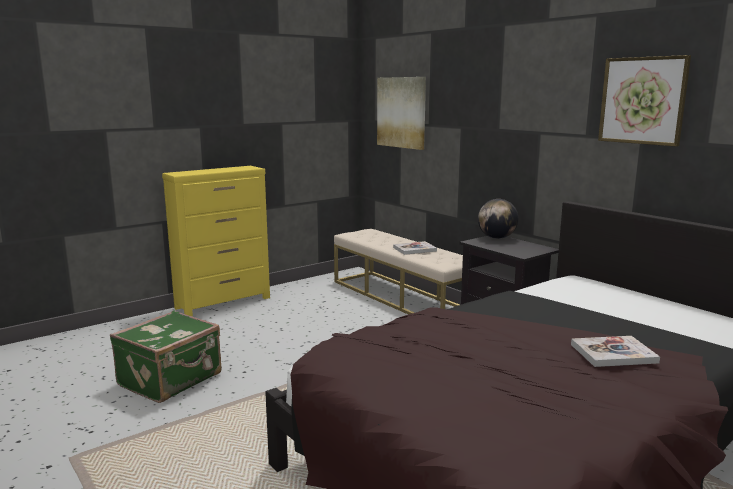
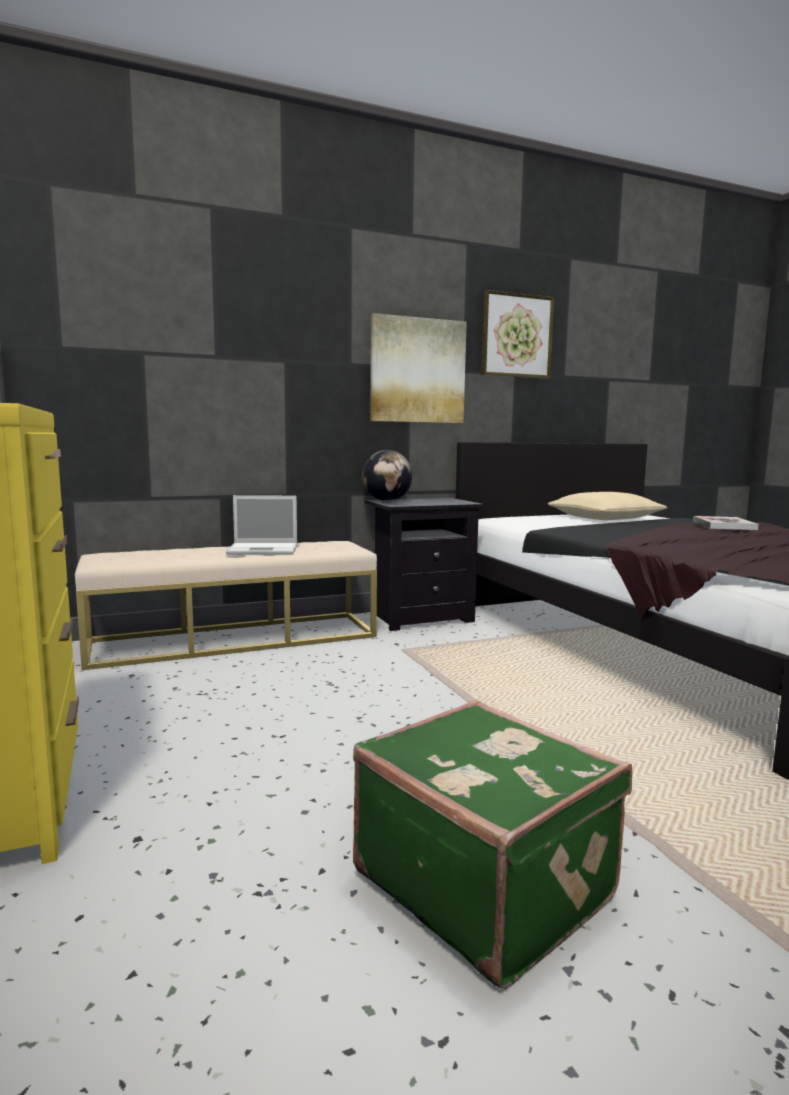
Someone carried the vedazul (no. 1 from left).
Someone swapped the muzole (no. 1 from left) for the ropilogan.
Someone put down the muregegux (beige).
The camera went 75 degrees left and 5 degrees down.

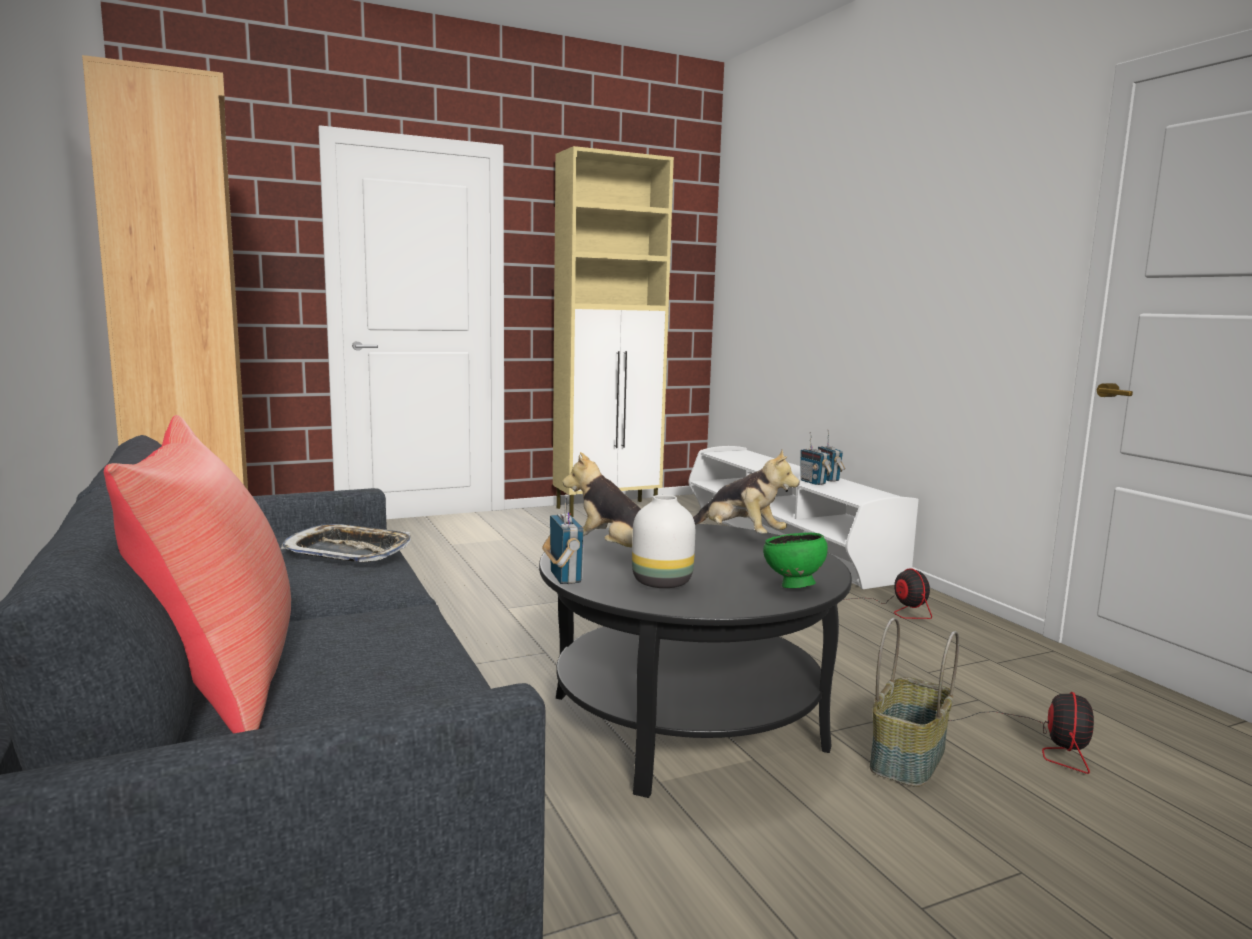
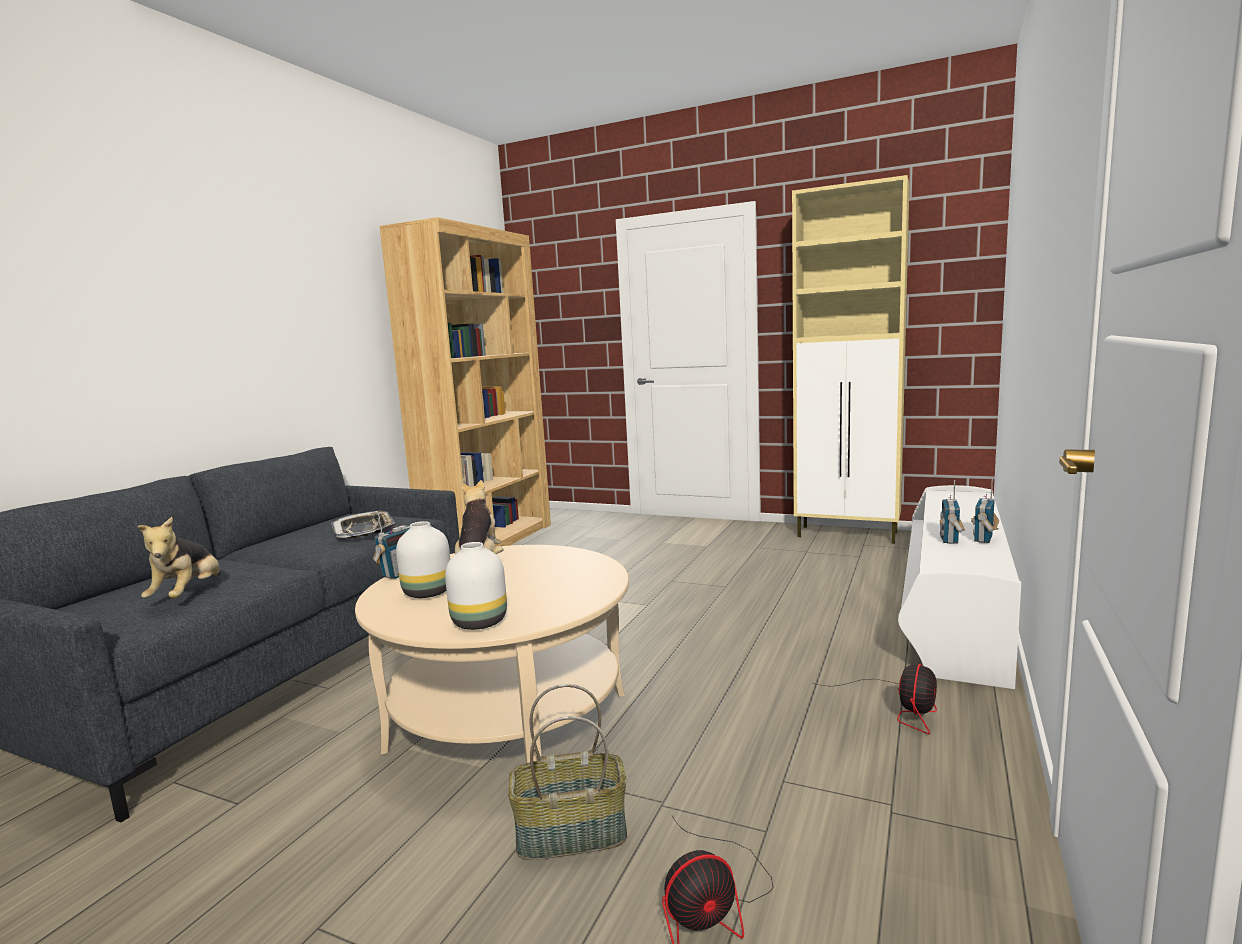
Someone took away the muregegux (red).
Someone carried the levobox (no. 2 from left in the first image).
Someone repainted the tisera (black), which became the tisera (beige).
Someone swapped the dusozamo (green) for the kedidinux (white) (no. 2 from left).
The camera went 50 degrees right and 0 degrees up.

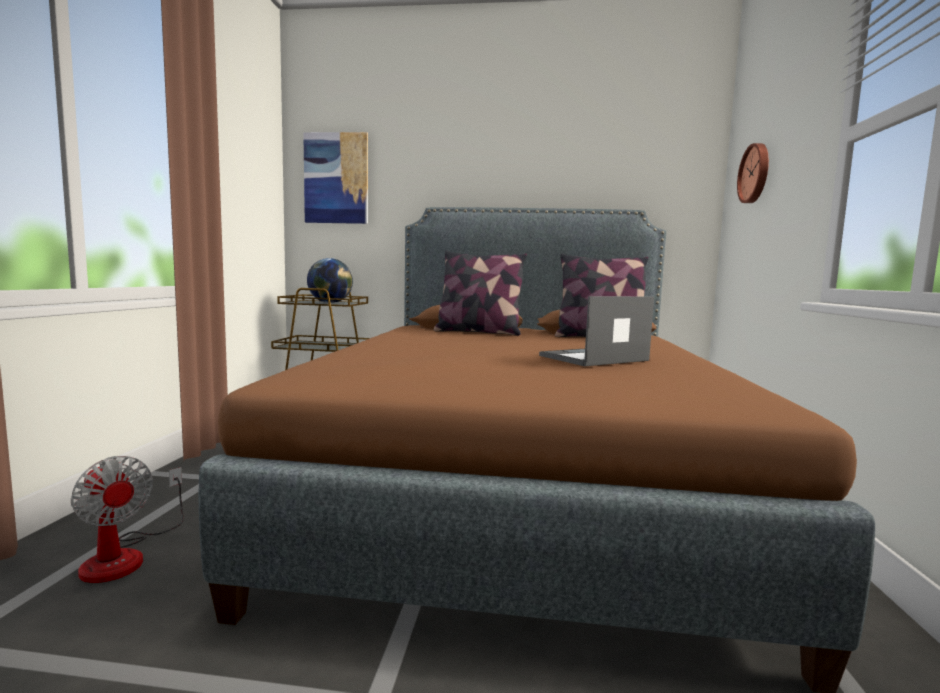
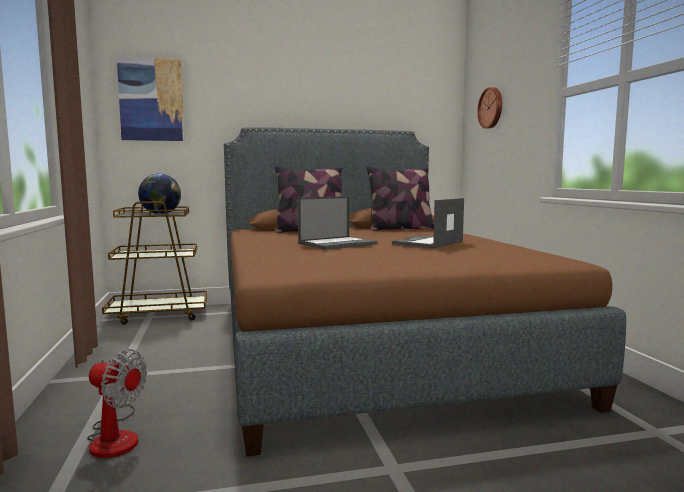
Someone put down the ropilogan (no. 1 from left).
The camera went 20 degrees left and 0 degrees up.

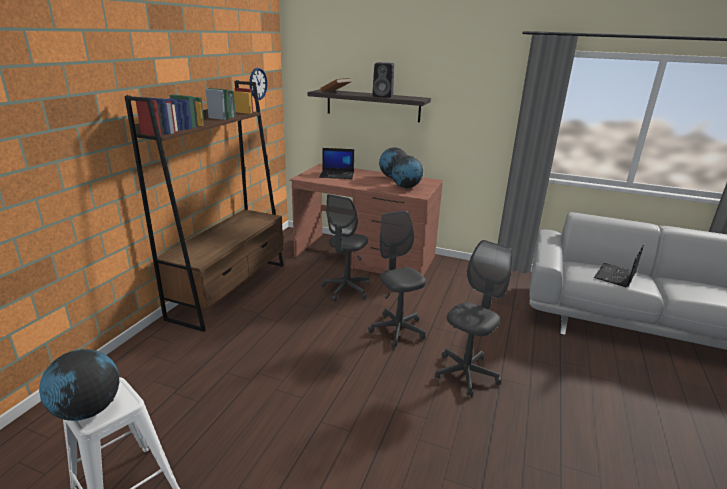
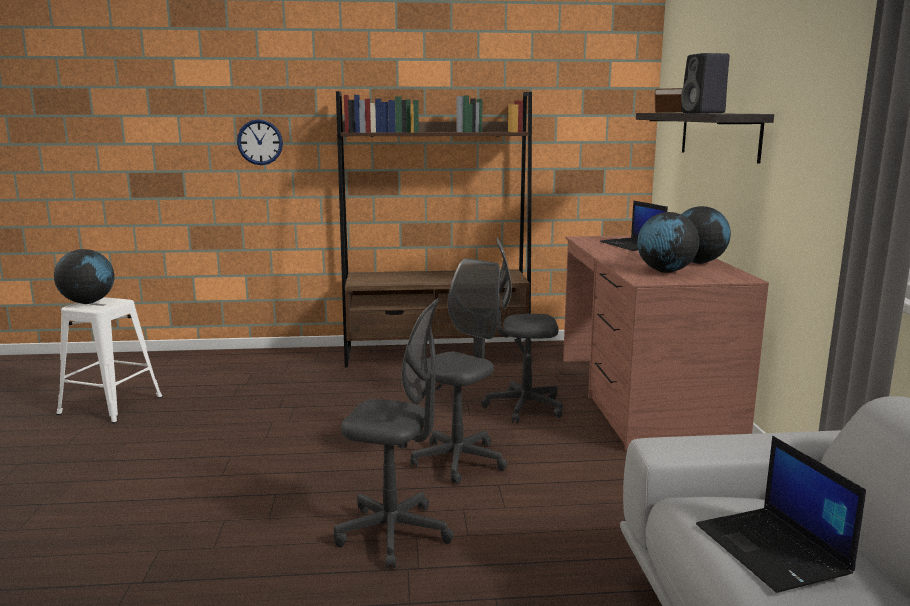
Someone carried the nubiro.
Someone rotated the ropilogan (no. 2 from left) by 120 degrees counterclockwise.
The camera went 65 degrees right and 10 degrees down.

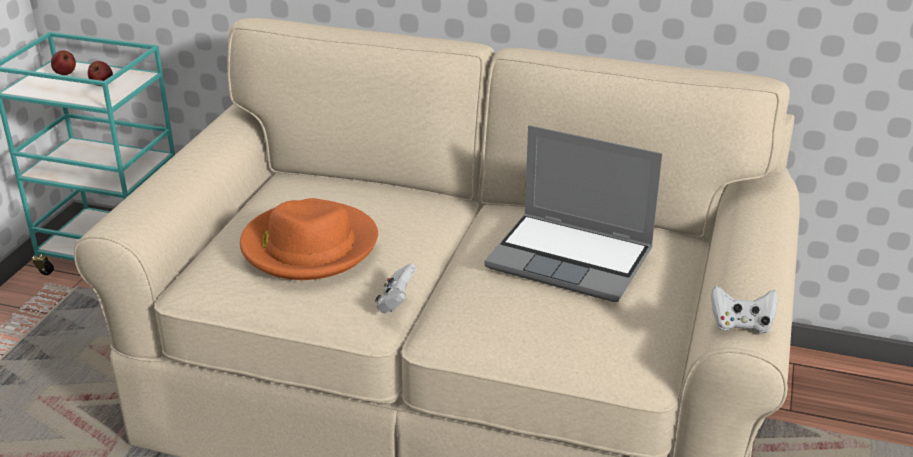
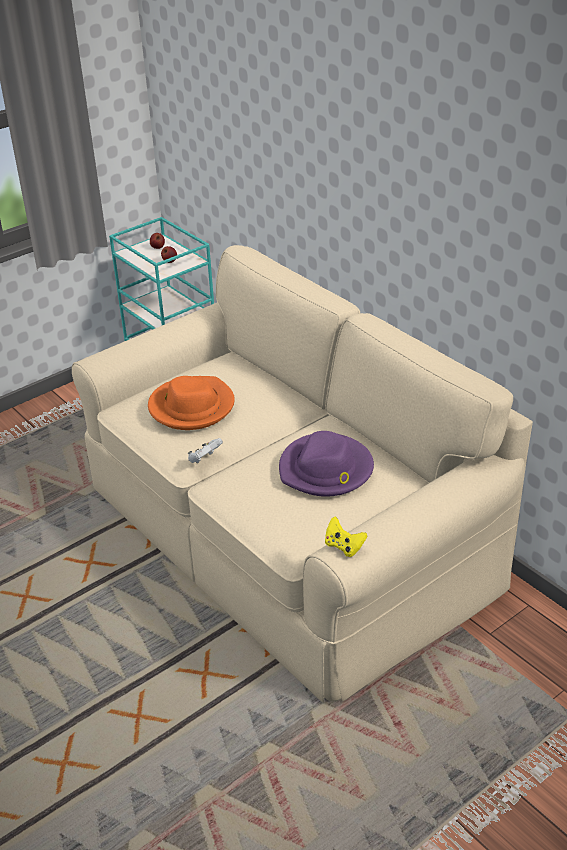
Someone swapped the ropilogan for the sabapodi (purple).
Someone repainted the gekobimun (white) (no. 2 from left), which became the gekobimun (yellow).
The camera went 35 degrees right and 5 degrees up.

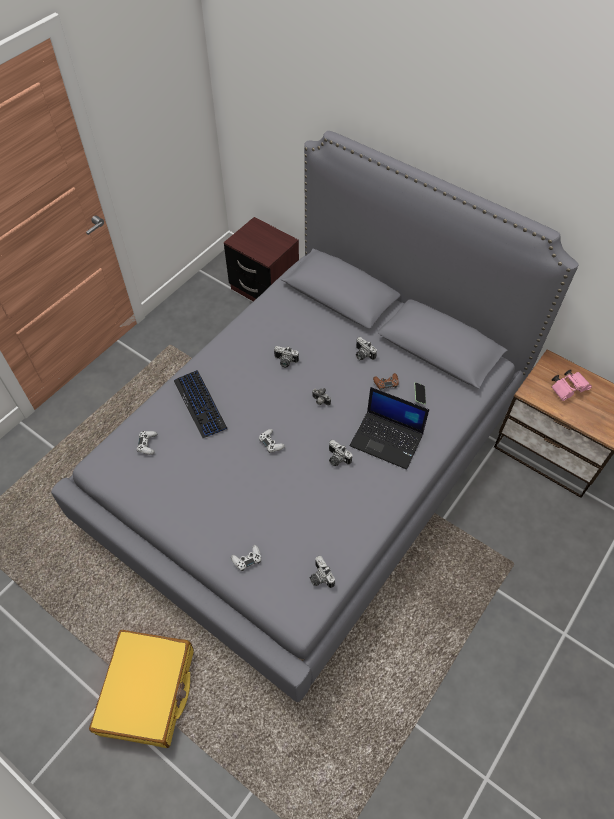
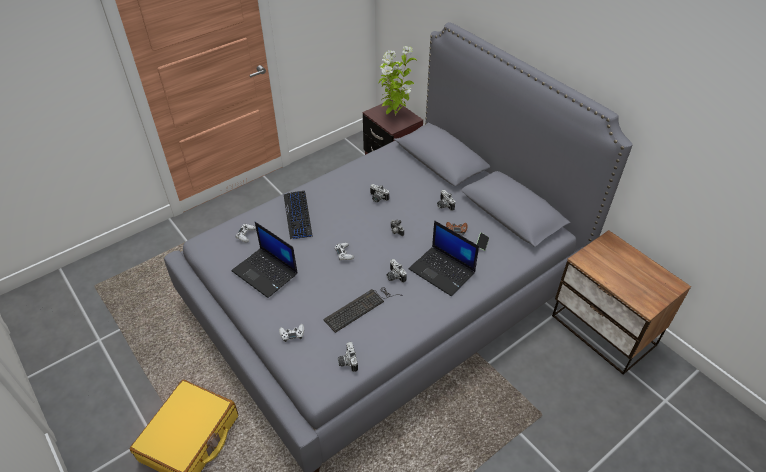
Someone took away the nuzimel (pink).
Someone put down the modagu.
Someone put down the ropilogan (no. 1 from left).
Someone put down the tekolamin (no. 2 from left).
The camera went 15 degrees right and 10 degrees down.

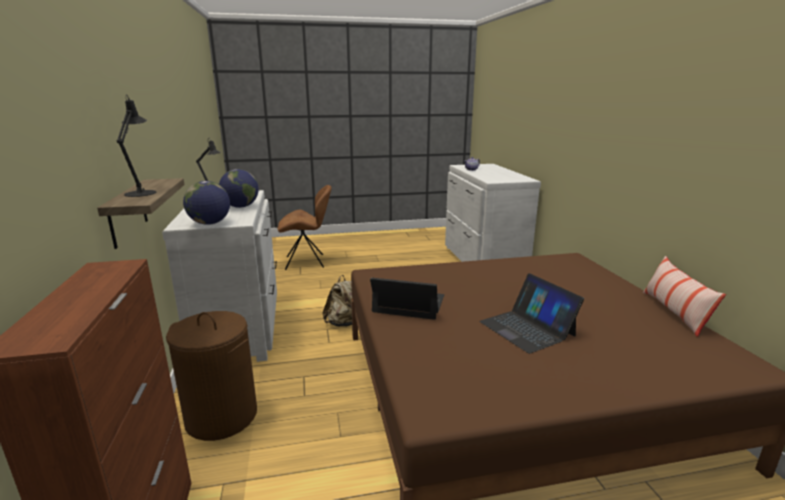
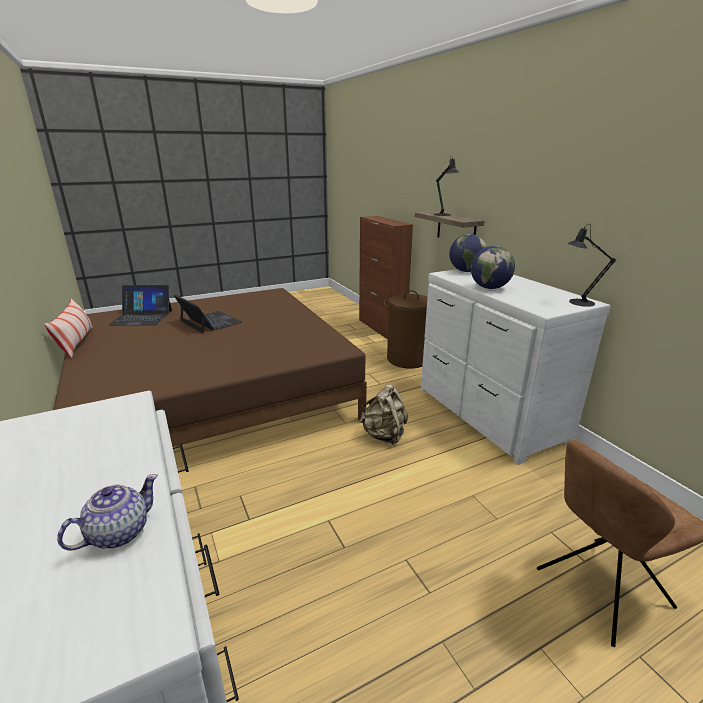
Someone carried the ropilogan (no. 1 from left).
The camera went 165 degrees right and 5 degrees up.

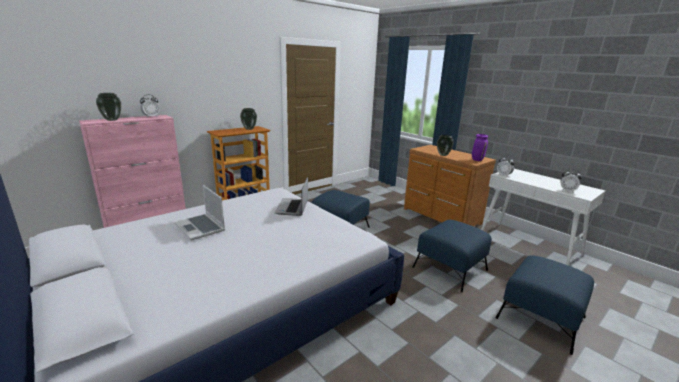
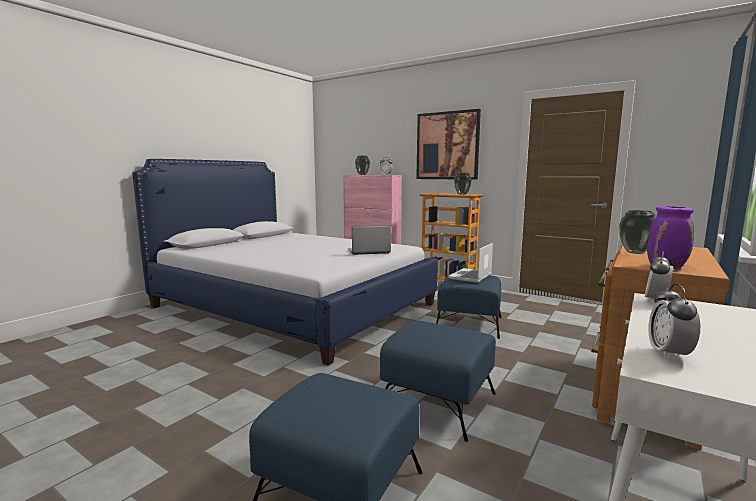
Someone carried the ropilogan (no. 1 from left in the first image).
Someone put up the vedazul.
The camera went 75 degrees right and 10 degrees down.

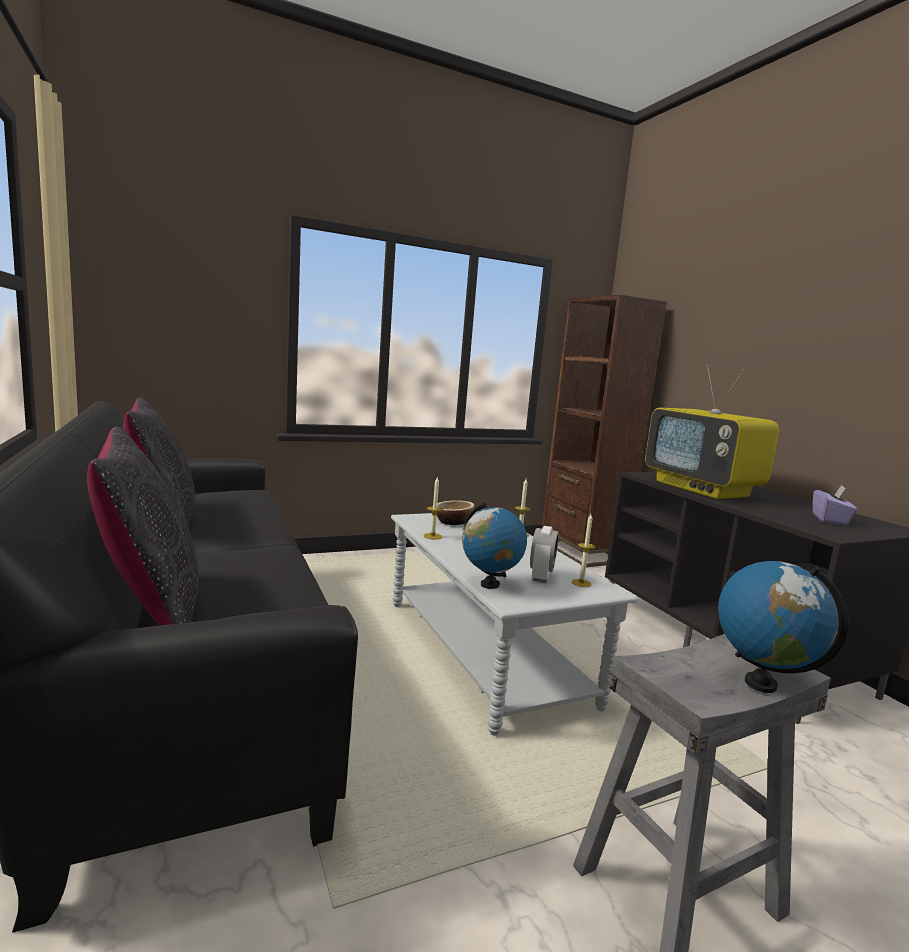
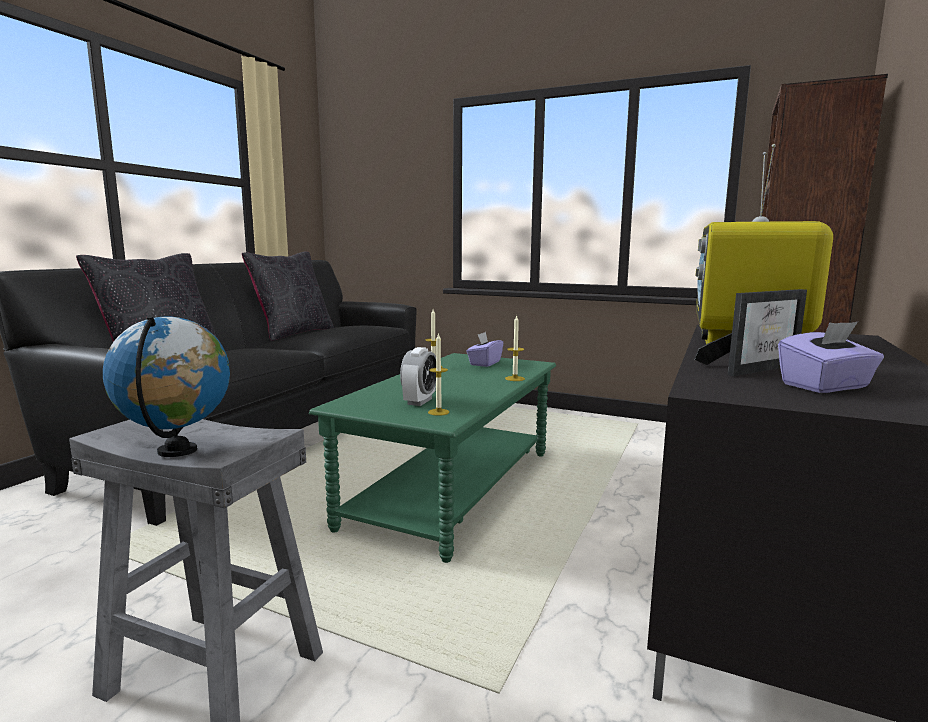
Someone swapped the dusozamo for the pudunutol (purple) (no. 1 from left).
Someone took away the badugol (no. 1 from left).
Someone repainted the tisera (grey), which became the tisera (green).
Someone rotated the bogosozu by 45 degrees counterclockwise.
Someone put down the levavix.
The camera went 50 degrees right and 0 degrees up.

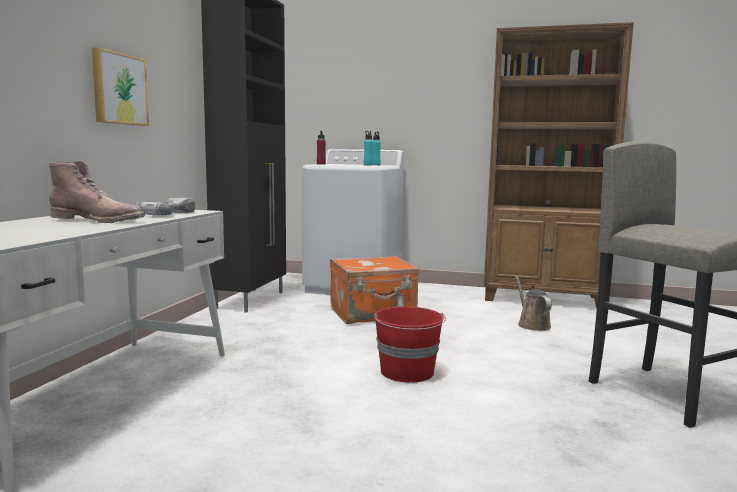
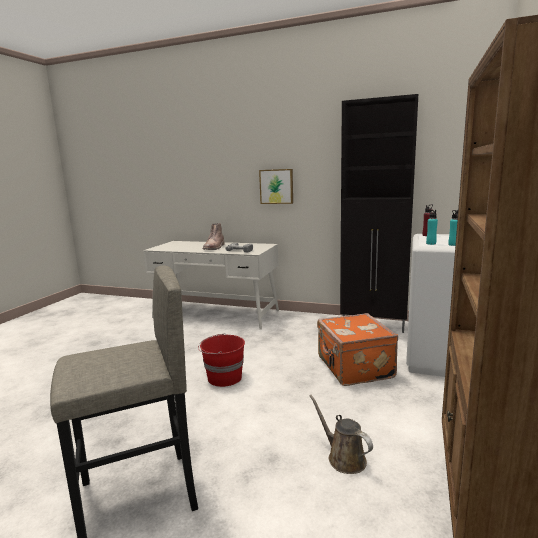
Someone rotated the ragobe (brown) by 120 degrees counterclockwise.
The camera went 95 degrees right and 5 degrees up.

